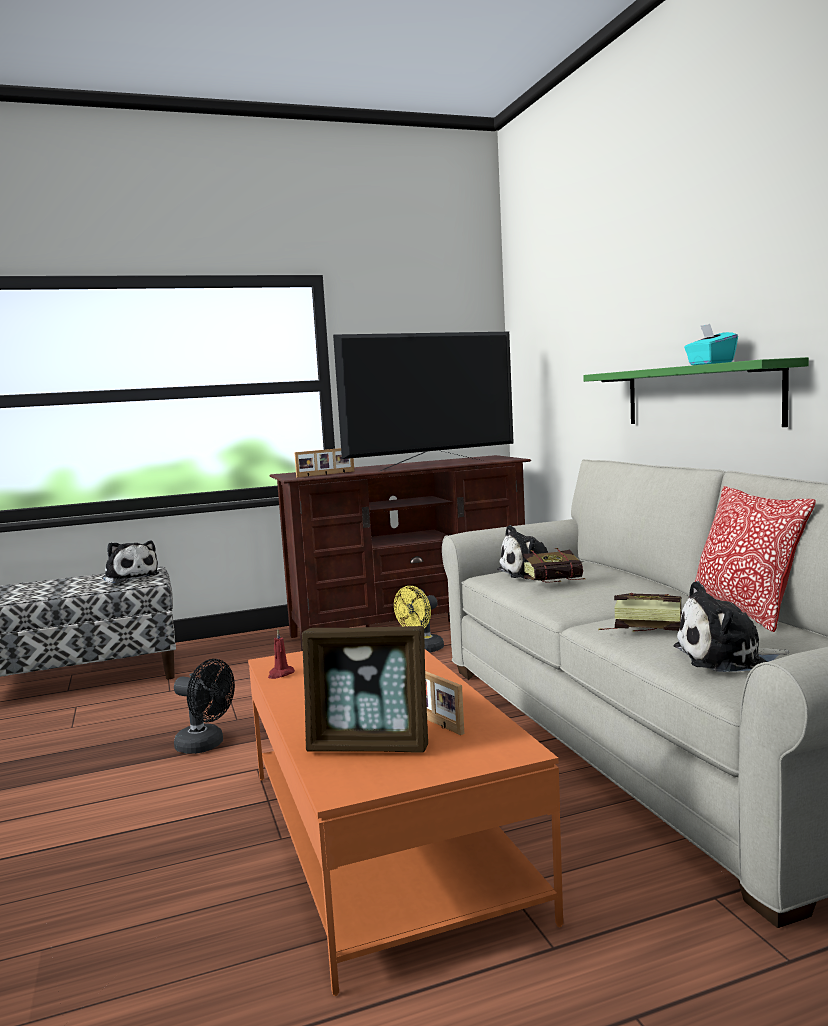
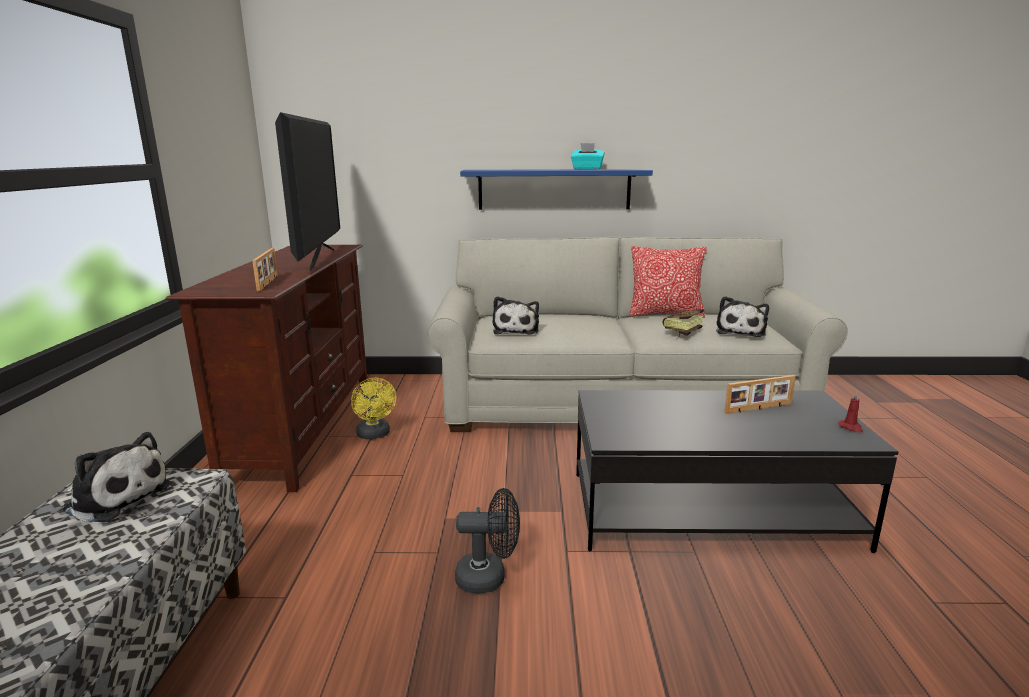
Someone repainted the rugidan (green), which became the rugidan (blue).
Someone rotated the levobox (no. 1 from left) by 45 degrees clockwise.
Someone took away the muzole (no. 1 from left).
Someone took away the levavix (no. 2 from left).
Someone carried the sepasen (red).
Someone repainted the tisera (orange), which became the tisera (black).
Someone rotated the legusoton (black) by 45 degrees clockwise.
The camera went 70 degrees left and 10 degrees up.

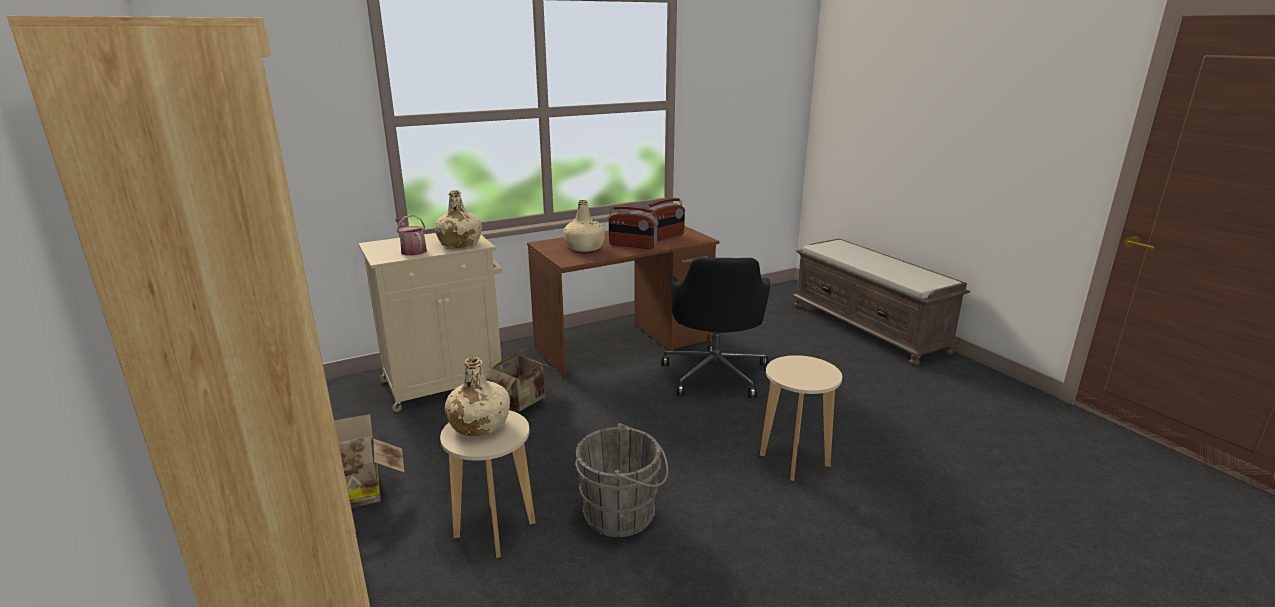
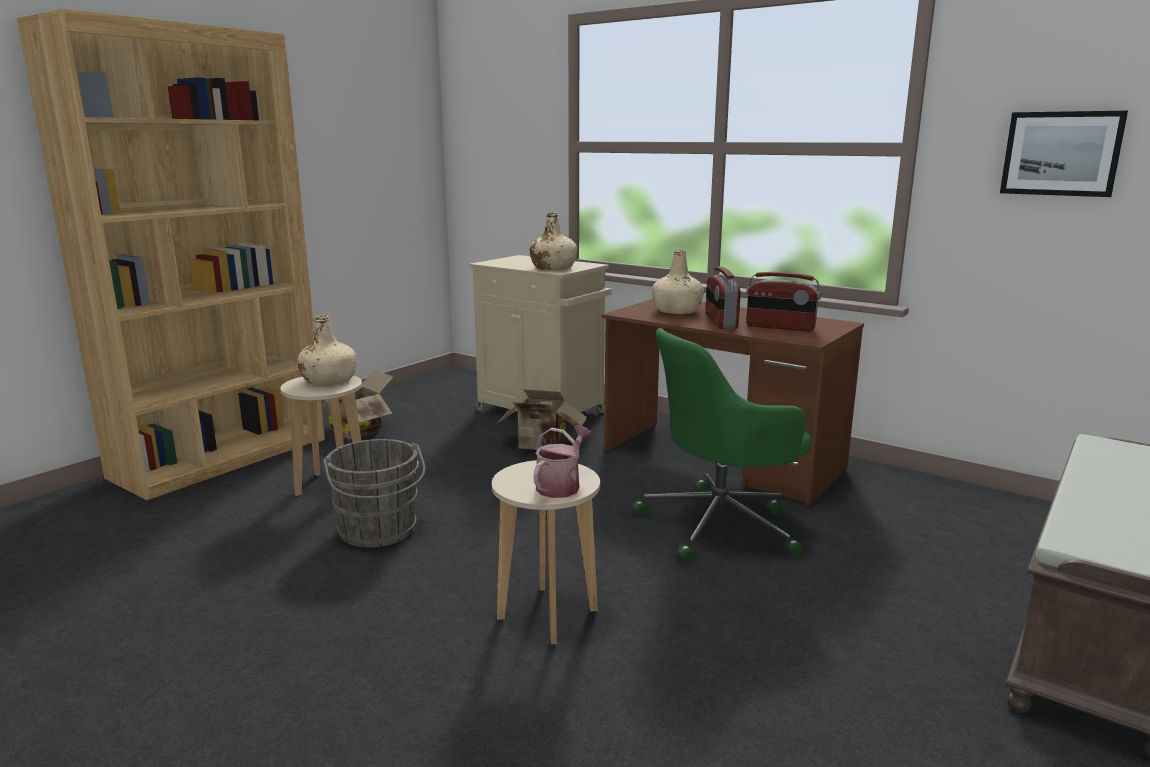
Someone carried the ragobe.
Someone repainted the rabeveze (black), which became the rabeveze (green).
Someone put up the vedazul.
The camera went 65 degrees right and 5 degrees down.

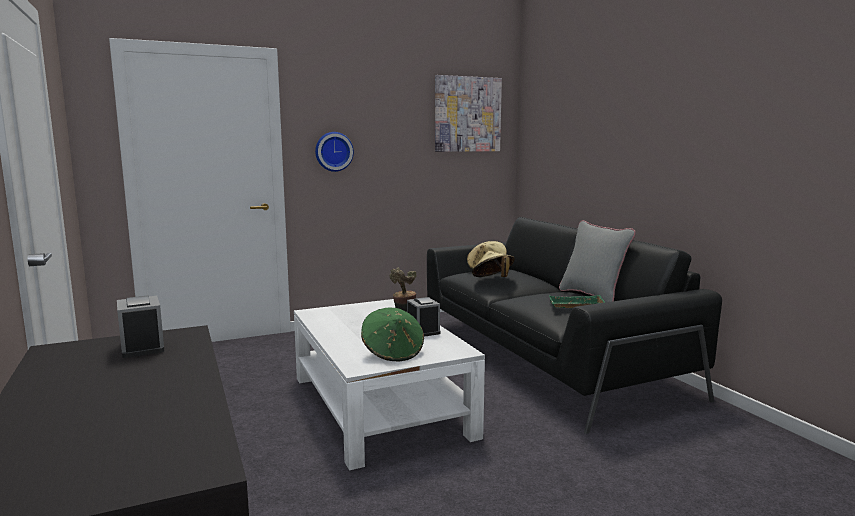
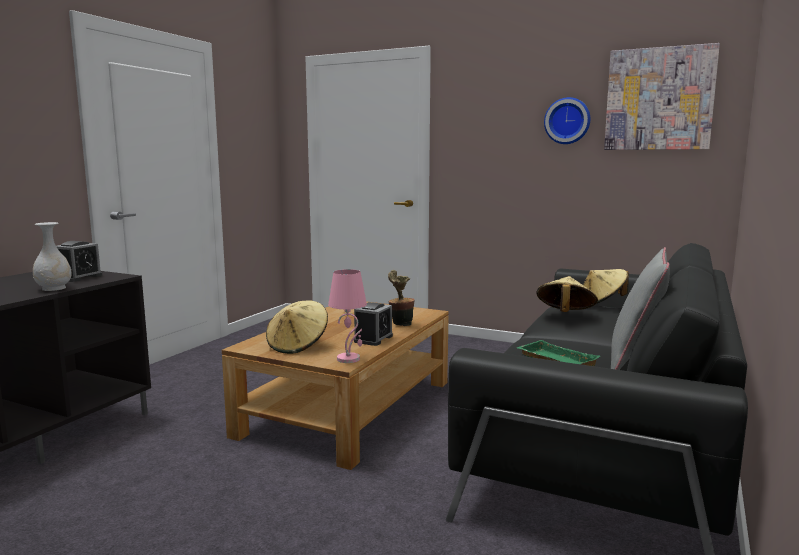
Someone carried the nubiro.
Someone repainted the tisera (white), which became the tisera (brown).
Someone repainted the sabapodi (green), which became the sabapodi (beige) (no. 1 from left).
Someone put down the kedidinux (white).
Someone put down the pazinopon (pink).
The camera went 50 degrees right and 0 degrees up.

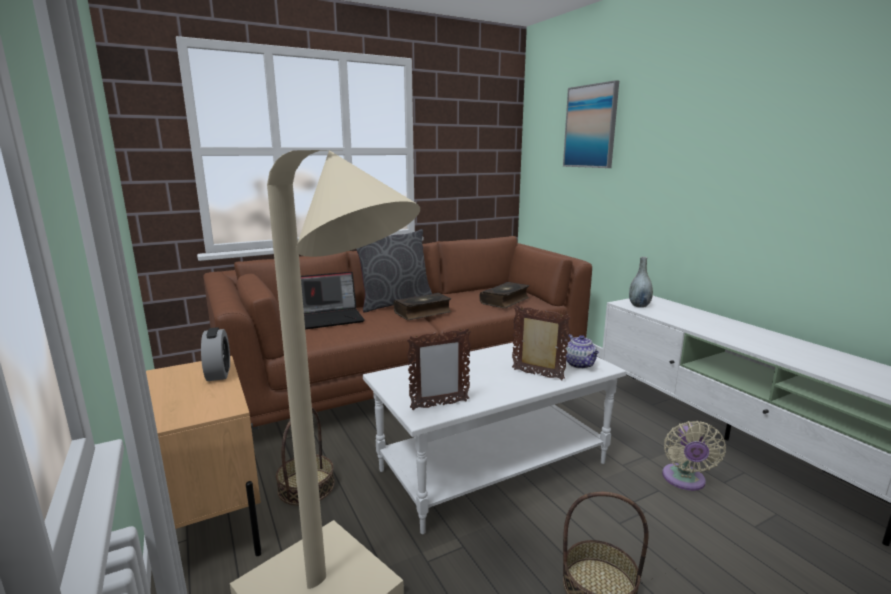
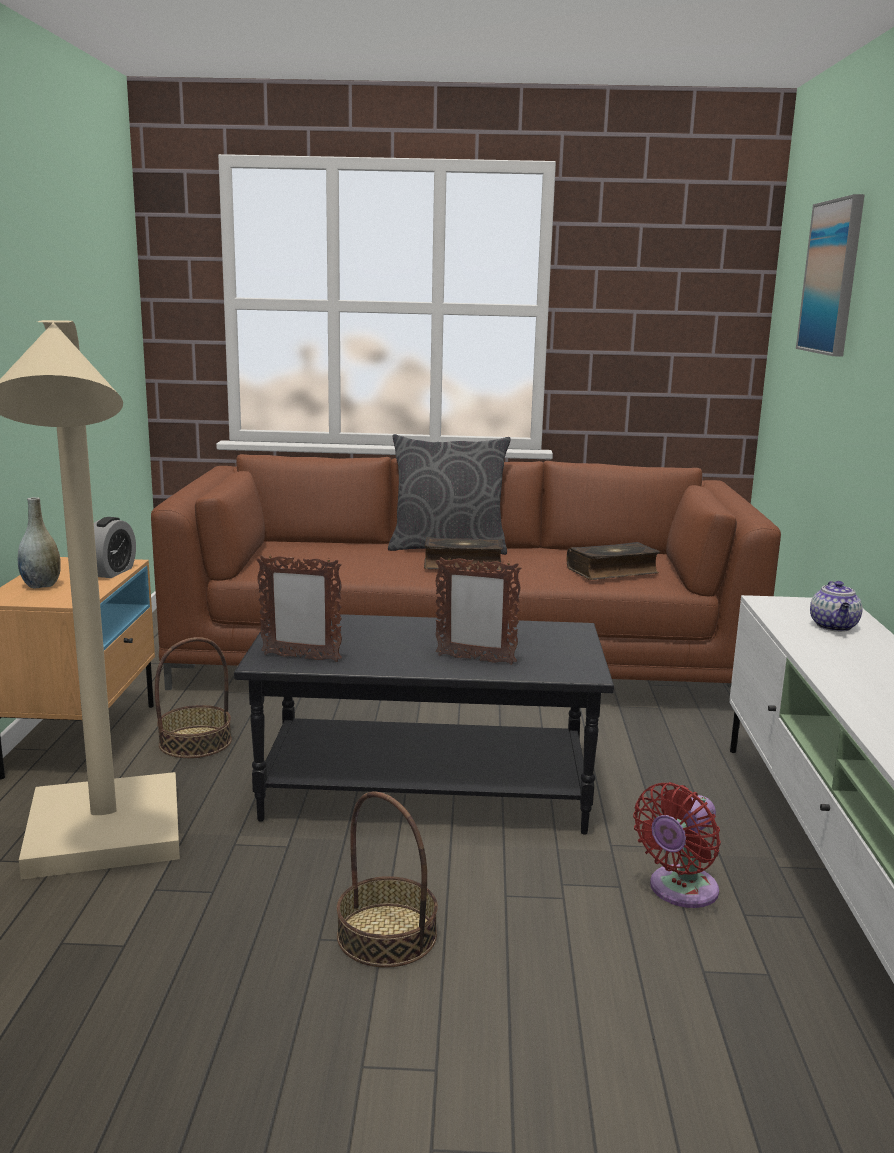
Someone carried the kedidinux (grey).
Someone took away the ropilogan.
Someone rotated the levavix (no. 2 from left) by 135 degrees clockwise.
Someone carried the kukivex.
Someone repainted the tisera (white), which became the tisera (black).
Someone repainted the legusoton (beige), which became the legusoton (red).
The camera went 30 degrees right and 0 degrees up.

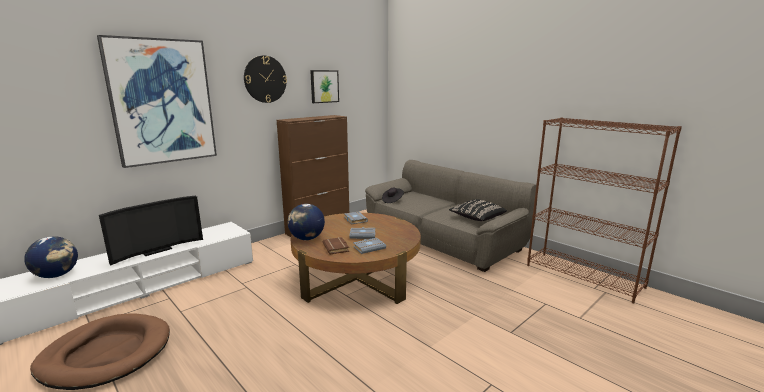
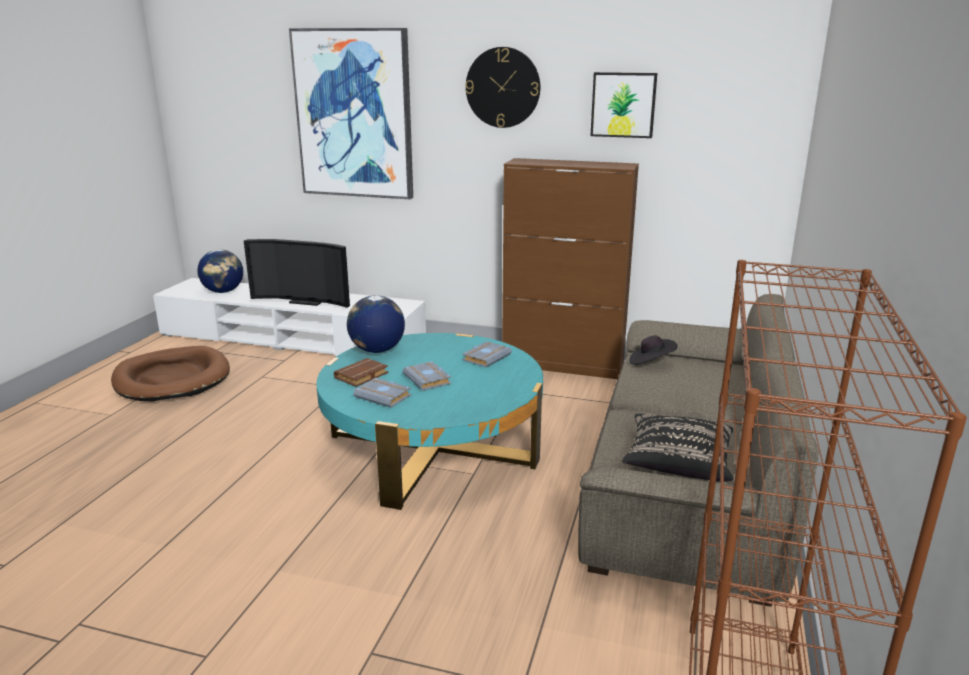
Someone repainted the tisera (brown), which became the tisera (turquoise).
The camera went 60 degrees right and 5 degrees up.

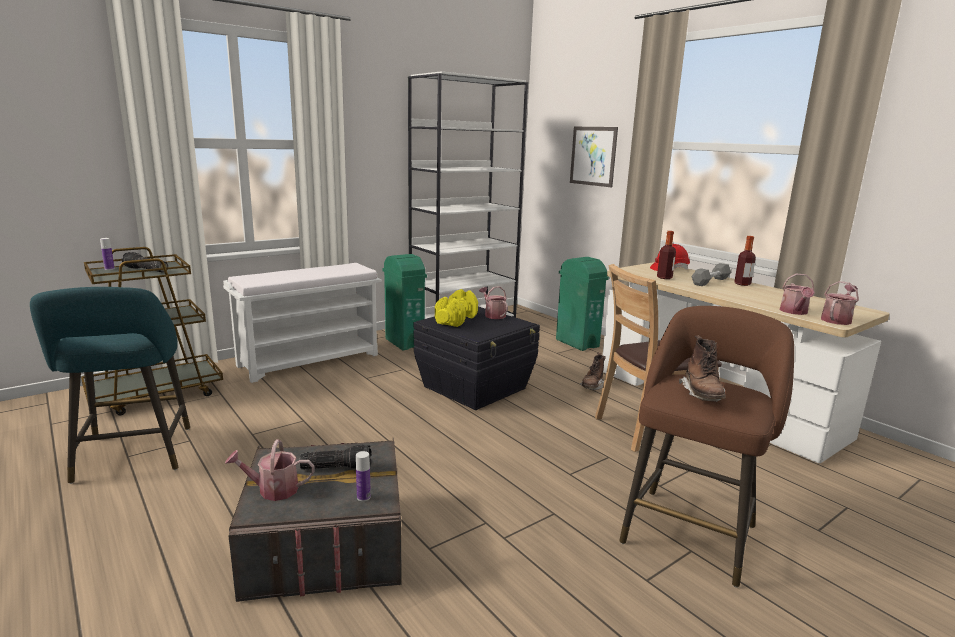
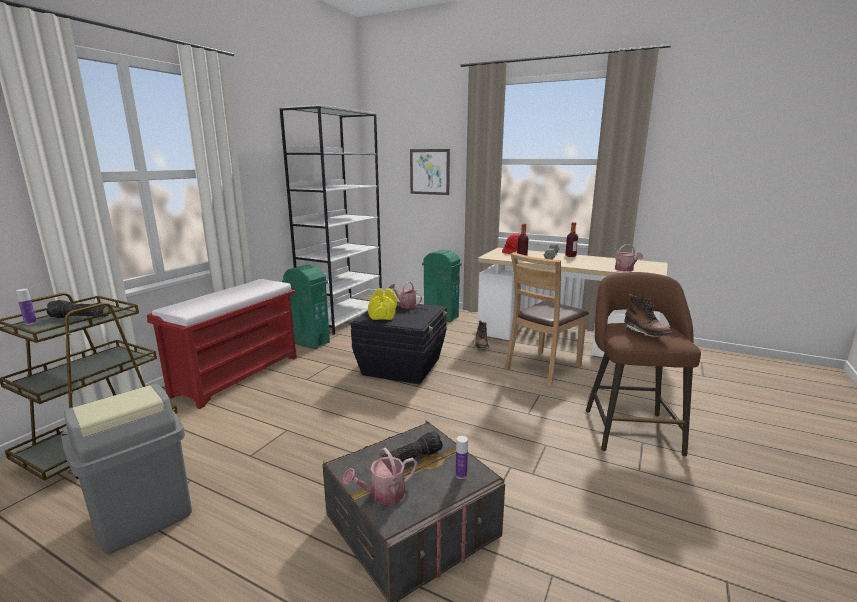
Someone repainted the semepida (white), which became the semepida (red).
Someone took away the ragobe (no. 4 from left).
Someone swapped the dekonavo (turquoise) for the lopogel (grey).
The camera went 25 degrees left and 0 degrees up.

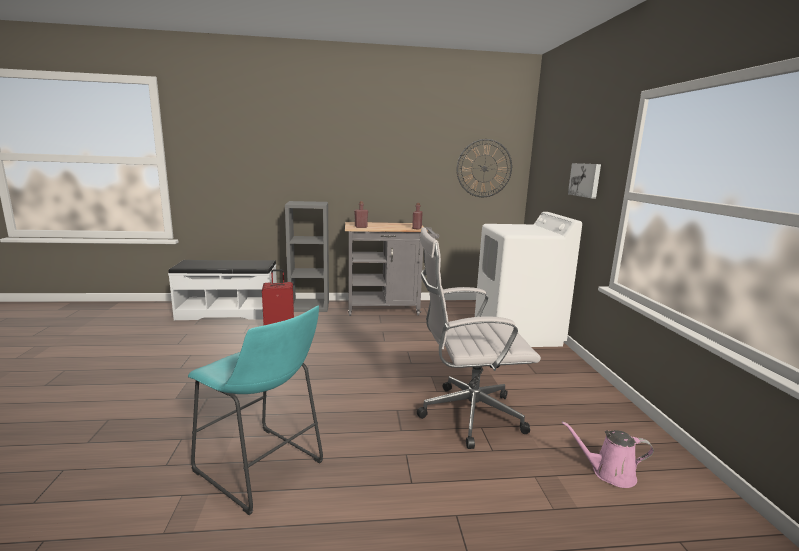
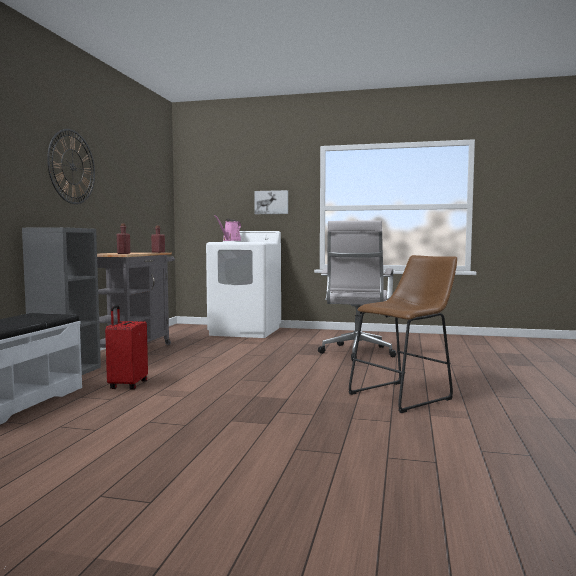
Someone carried the nubiro.
Someone repainted the dekonavo (turquoise), which became the dekonavo (brown).
Someone carried the ragobe (pink).
The camera went 70 degrees left and 10 degrees down.

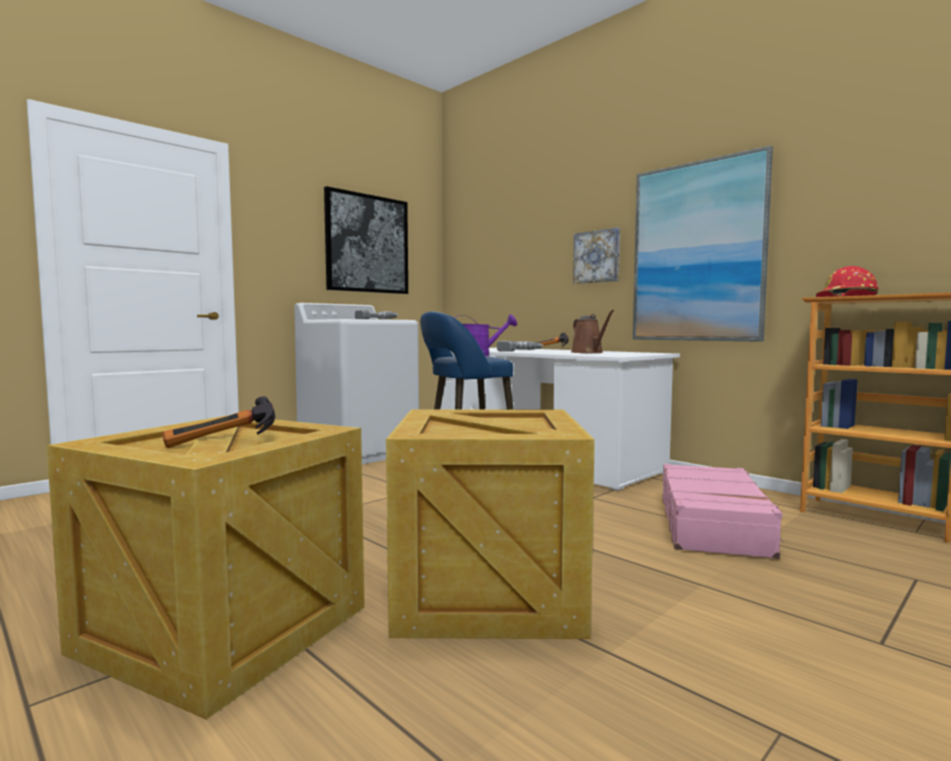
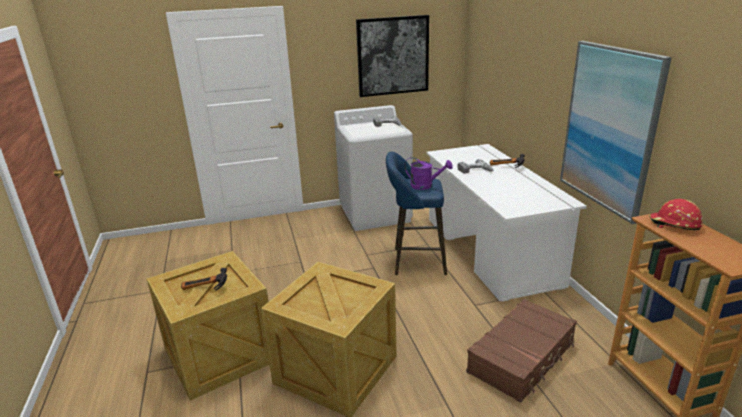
Someone took away the vedazul (no. 2 from left).
Someone took away the ragobe (brown).
Someone repainted the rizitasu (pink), which became the rizitasu (brown).
The camera went 30 degrees right and 20 degrees up.

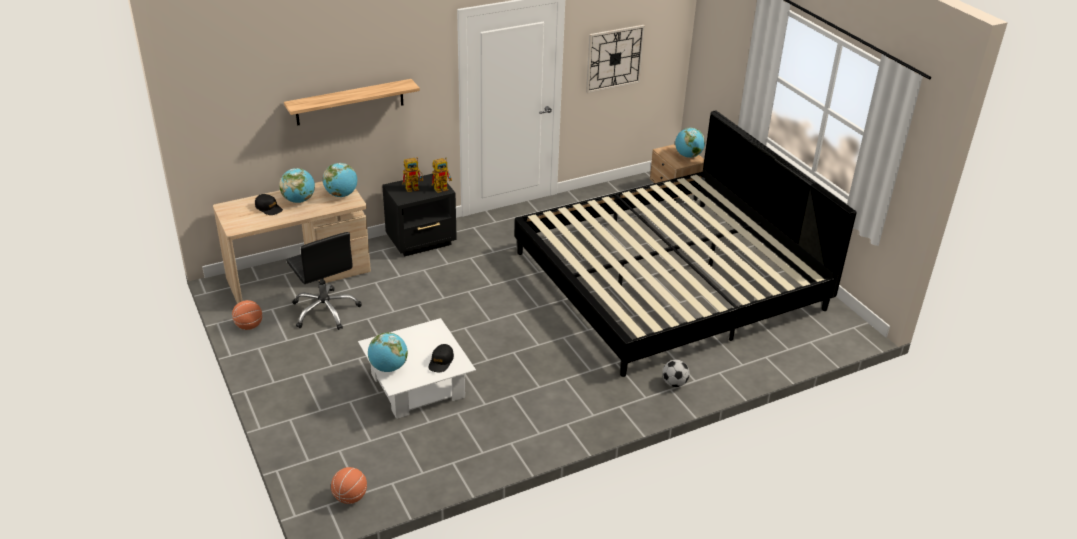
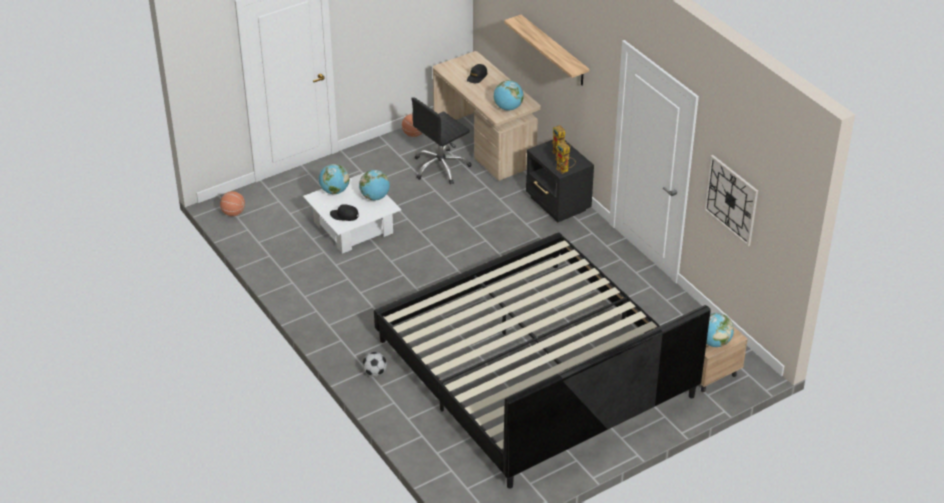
Someone carried the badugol (no. 1 from left in the first image).
The camera went 85 degrees right and 5 degrees up.

